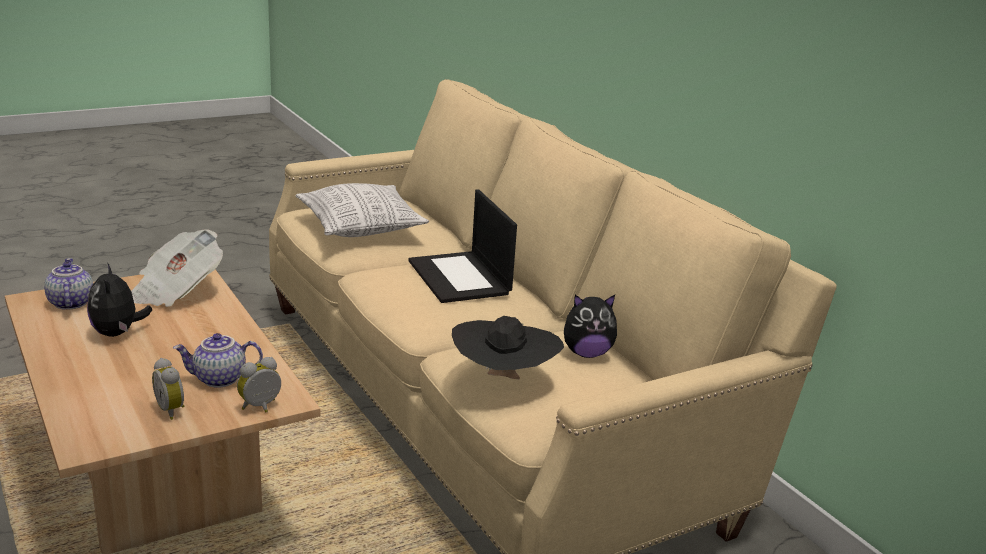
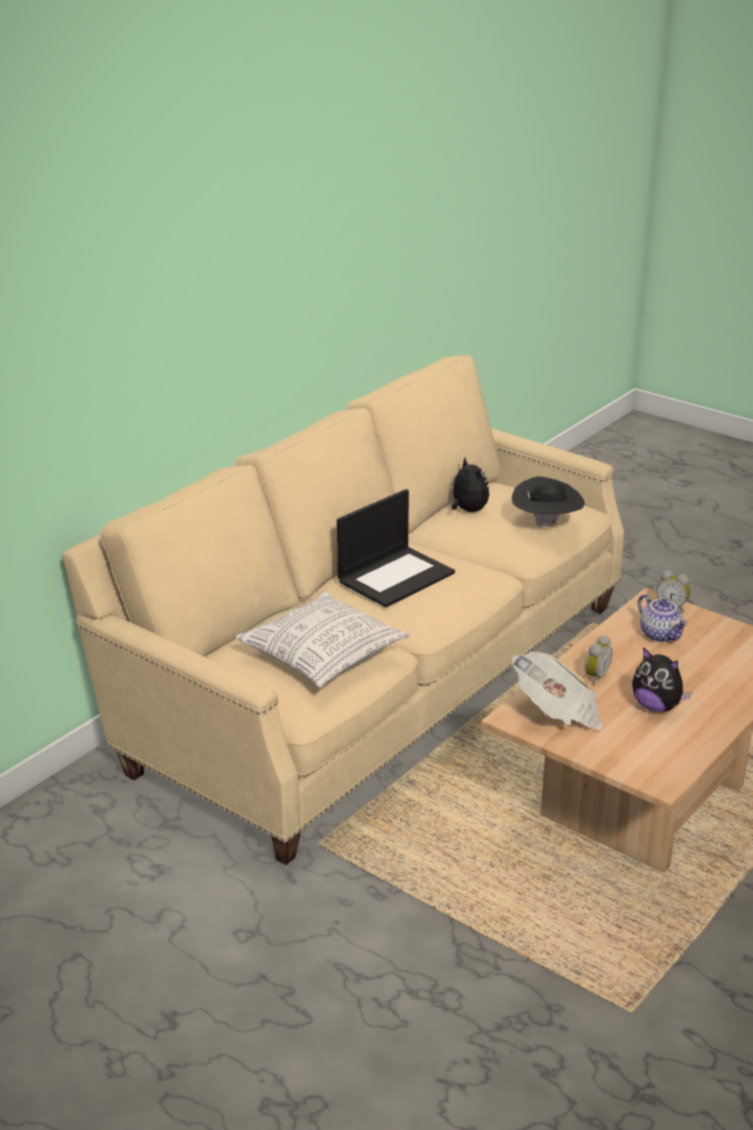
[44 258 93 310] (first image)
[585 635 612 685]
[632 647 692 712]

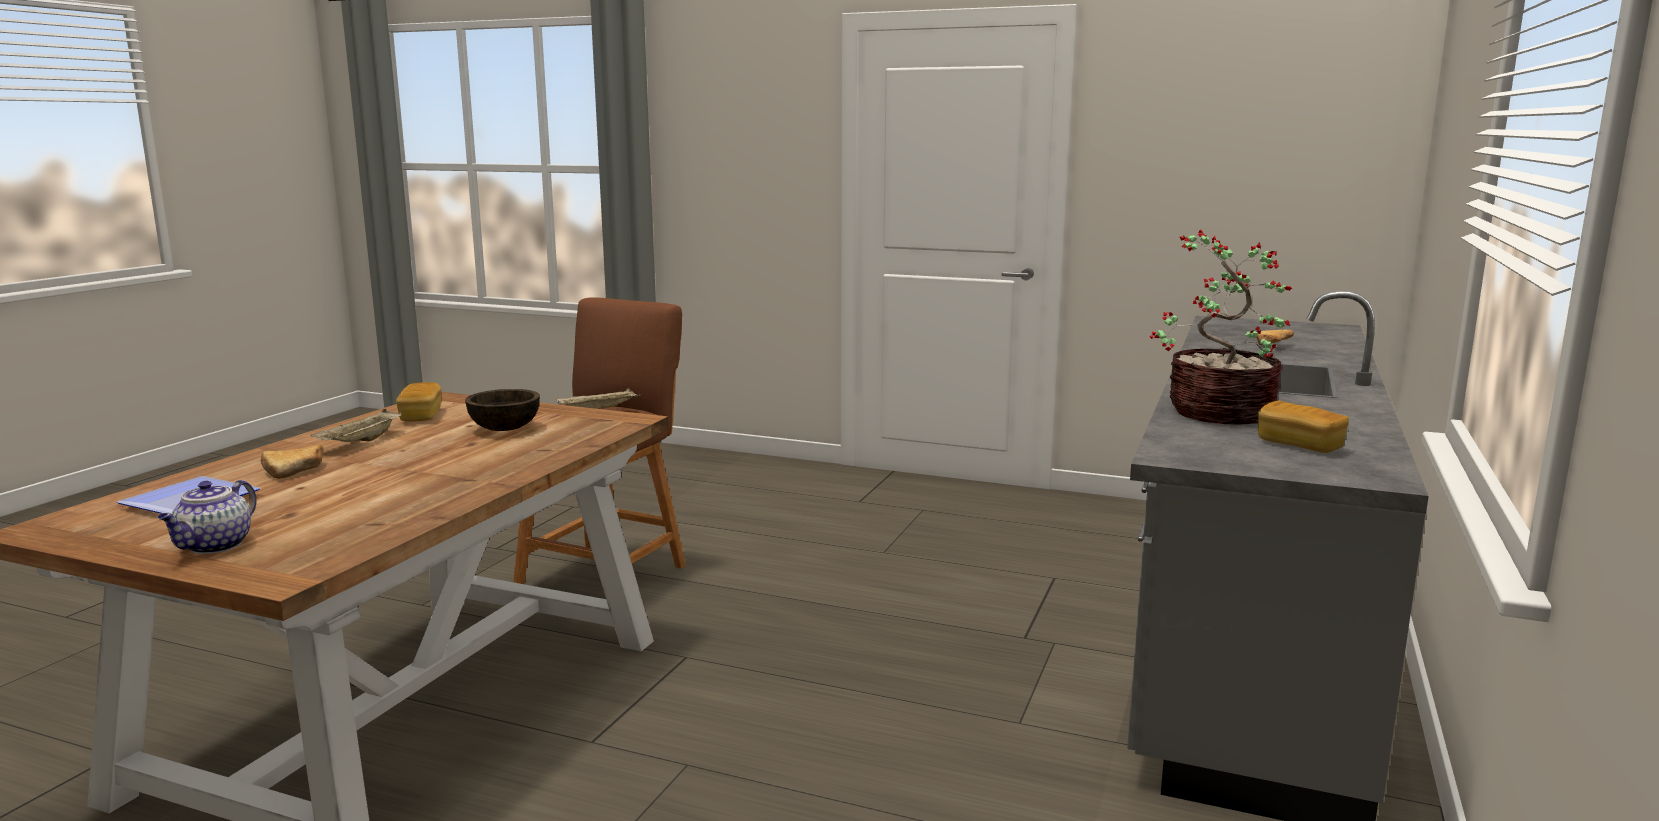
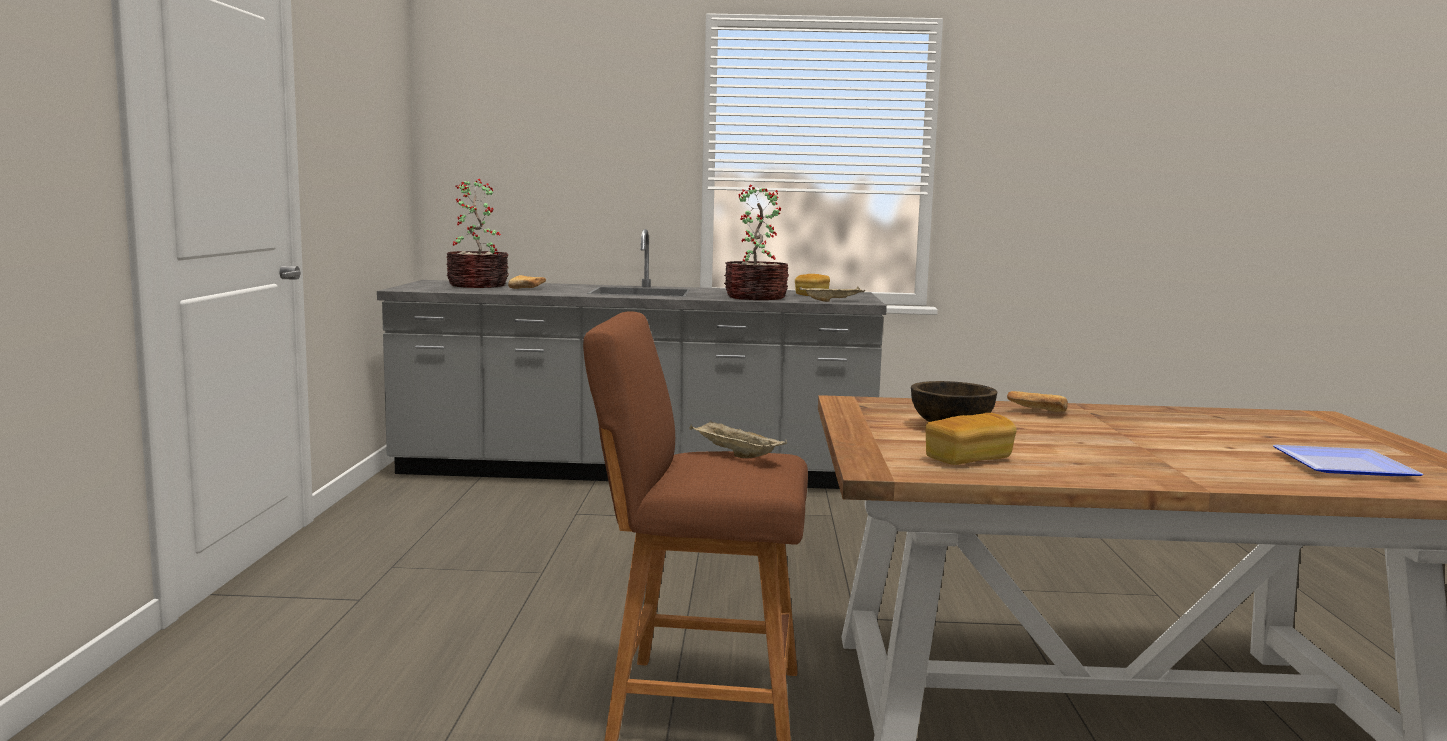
[158 480 257 554] (first image)
[446 179 509 288]
[1007 391 1068 412]
[799 287 865 302]

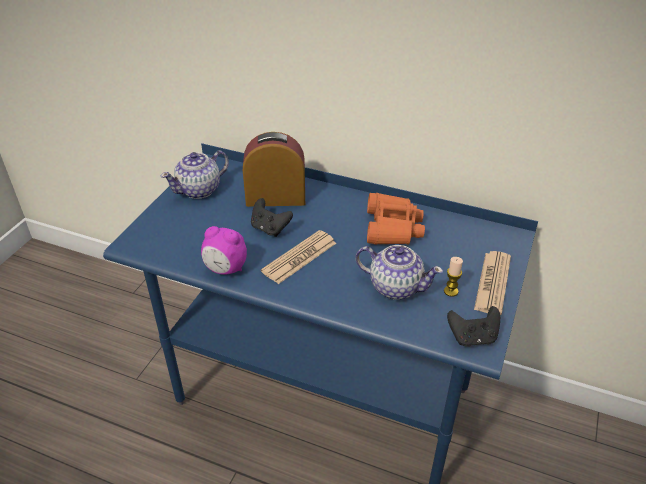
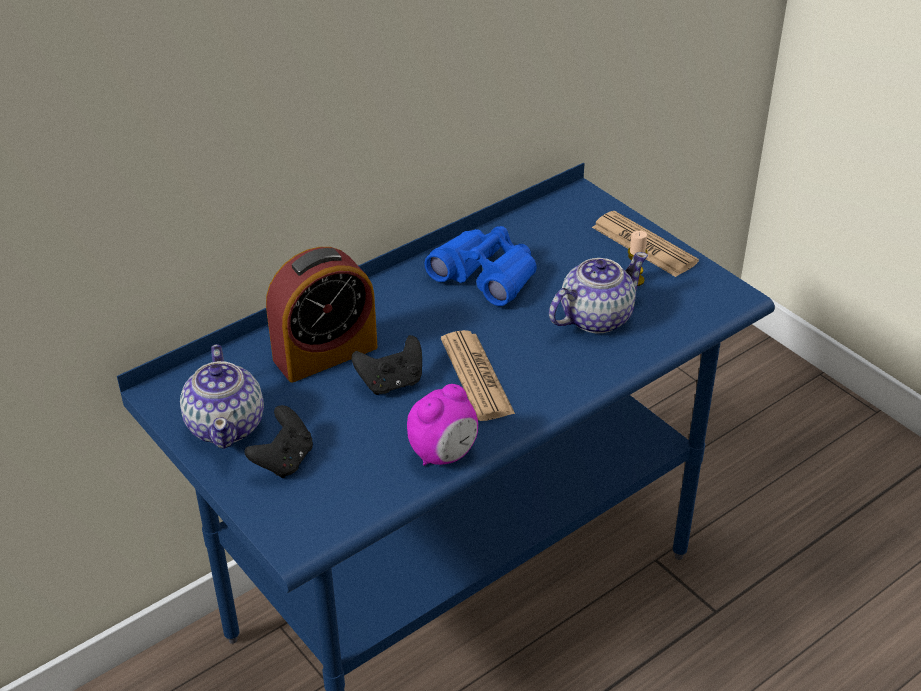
[245 405 313 478]
[424 226 537 306]
[266 247 378 383]

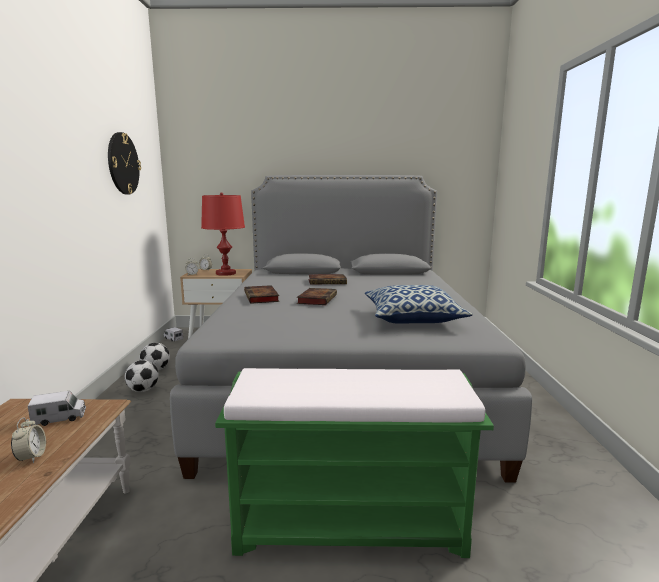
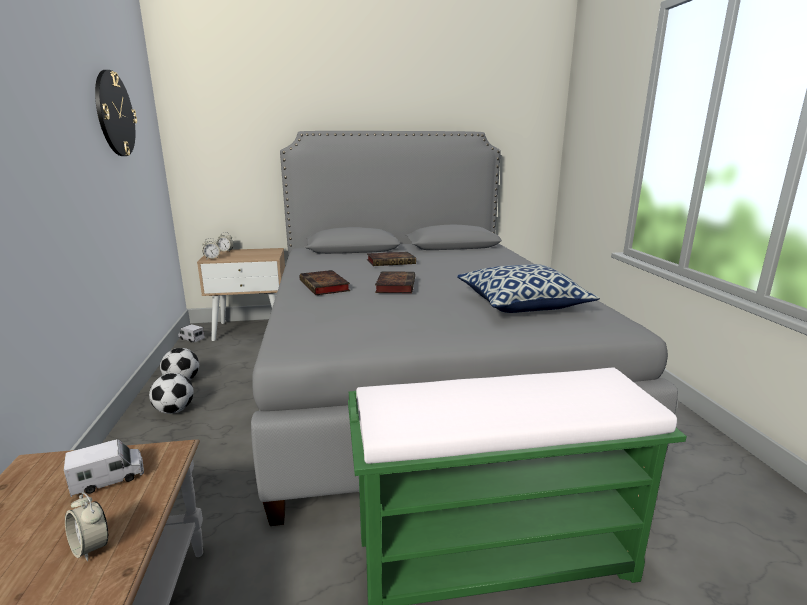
[201 192 245 276] (first image)
[65 492 108 561]

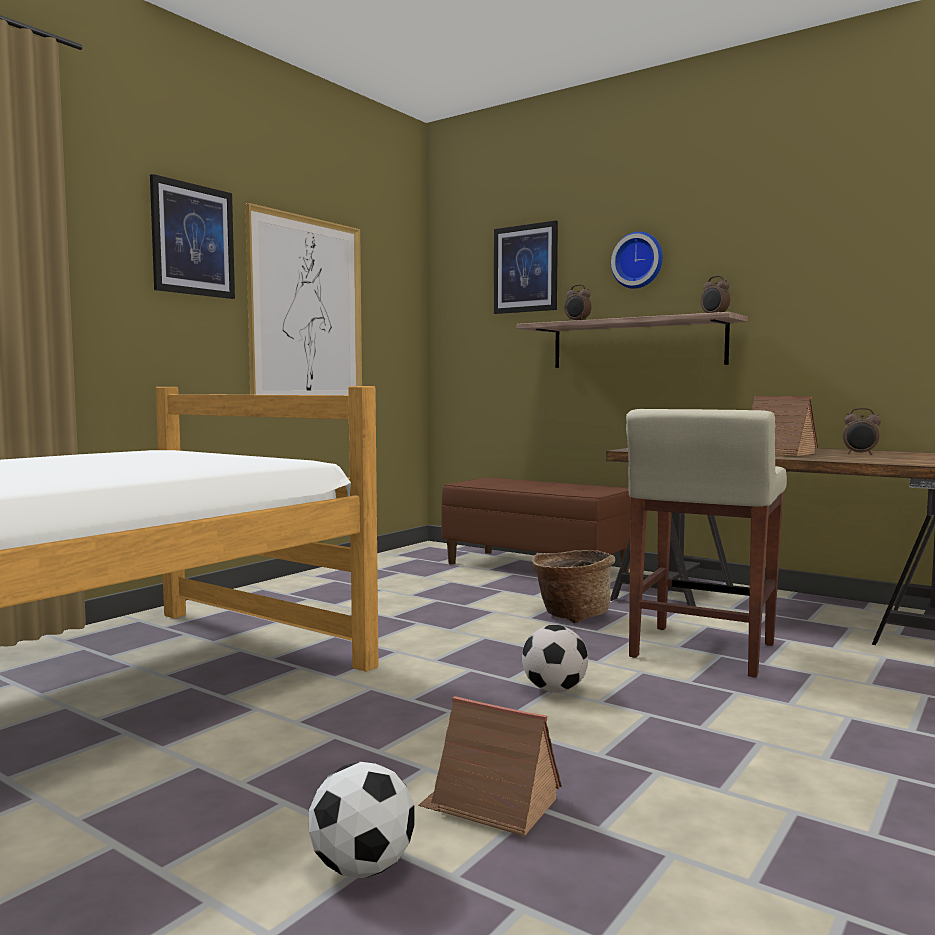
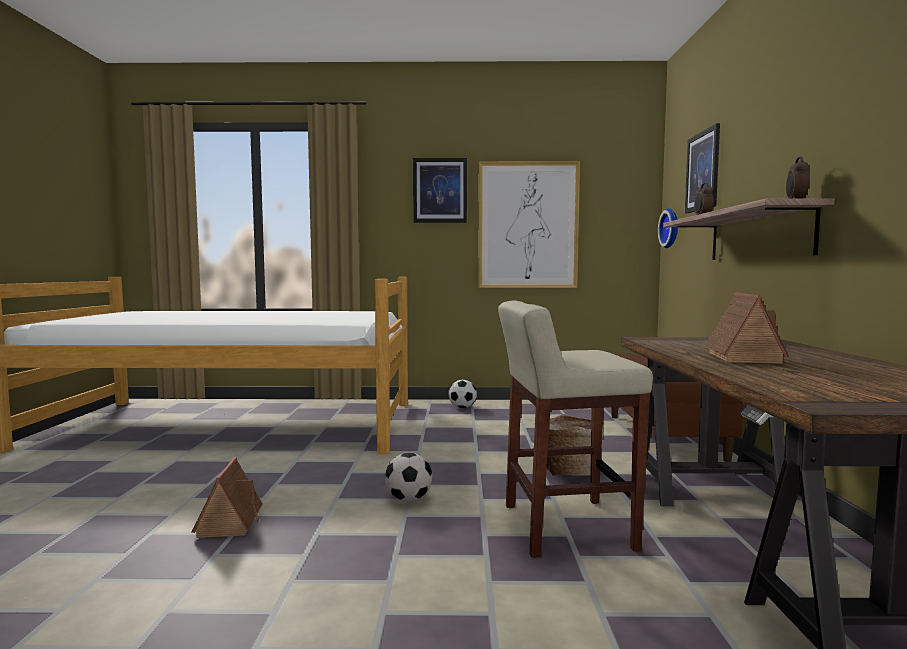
[842 408 881 455] (first image)
[449 379 477 408]
[658 208 678 248]

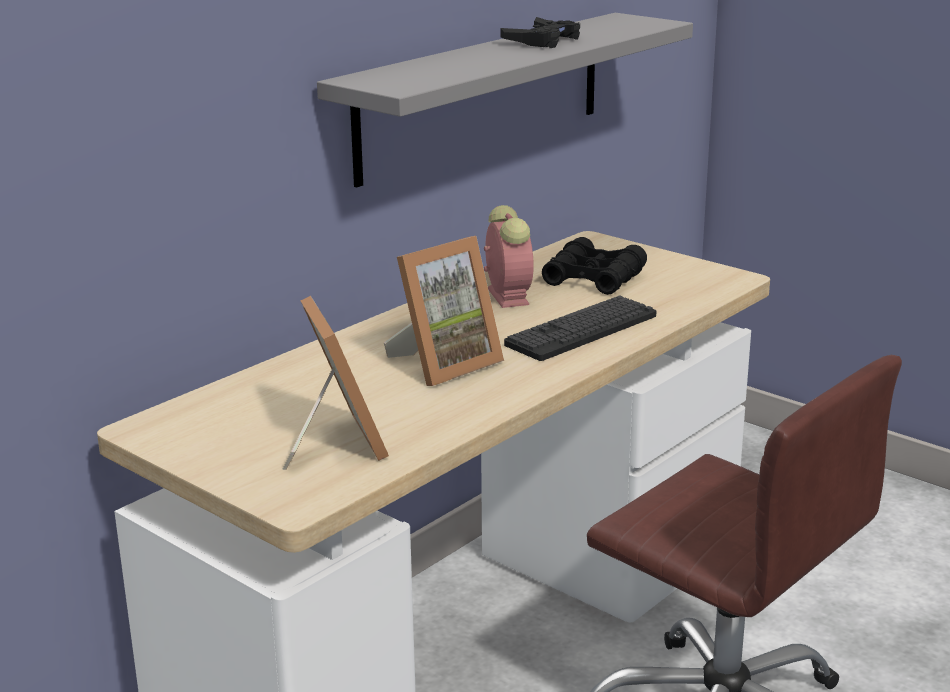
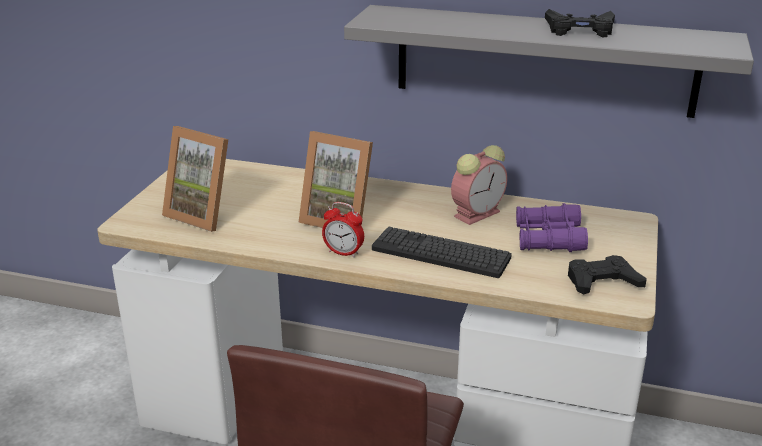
[322 202 364 258]
[568 255 647 295]
[516 203 588 252]
[162 126 228 232]

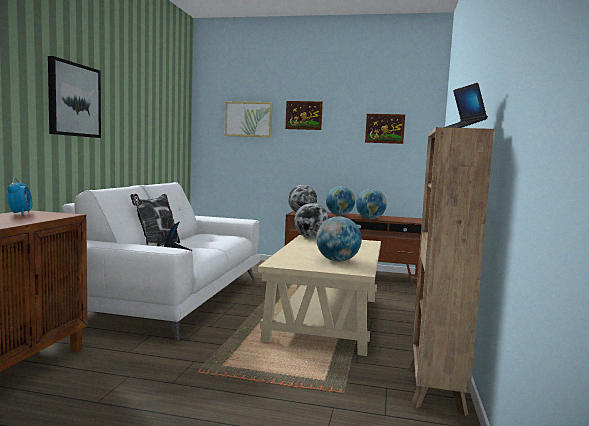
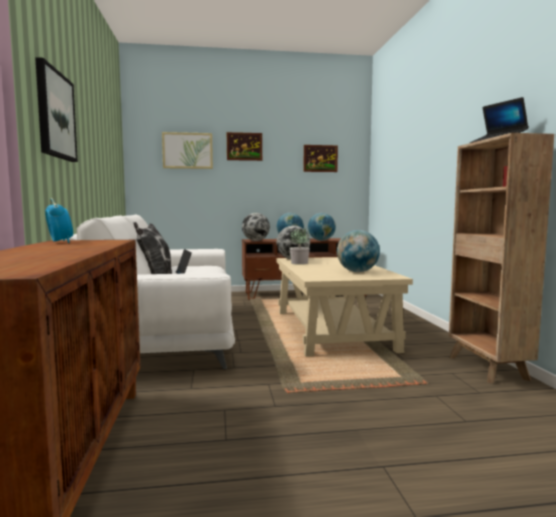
[290 227 310 265]

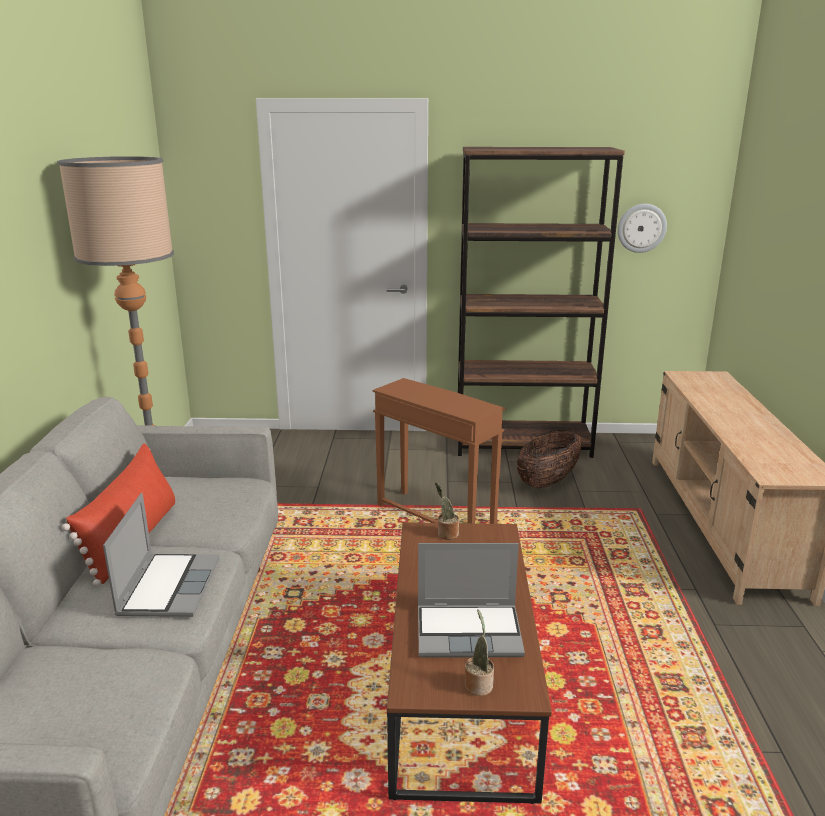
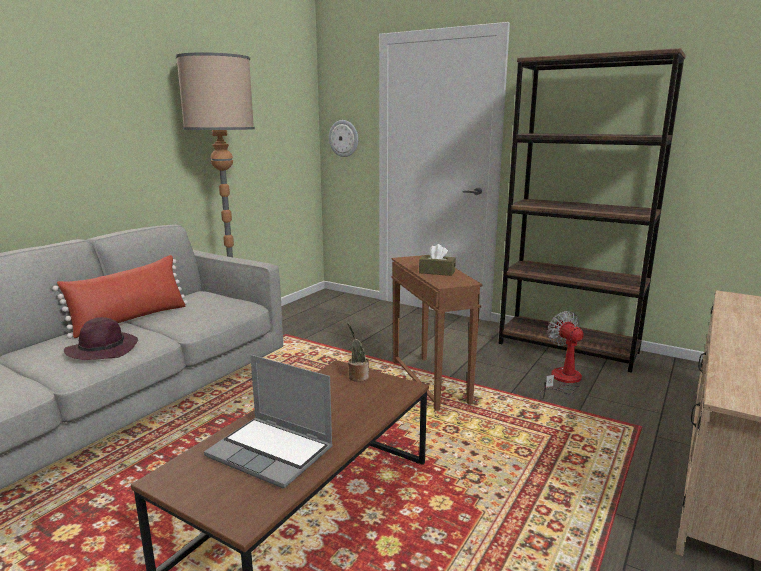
[465 609 494 696] (first image)
[419 244 456 276]
[329 120 358 157]
[64 317 138 360]
[540 311 584 399]

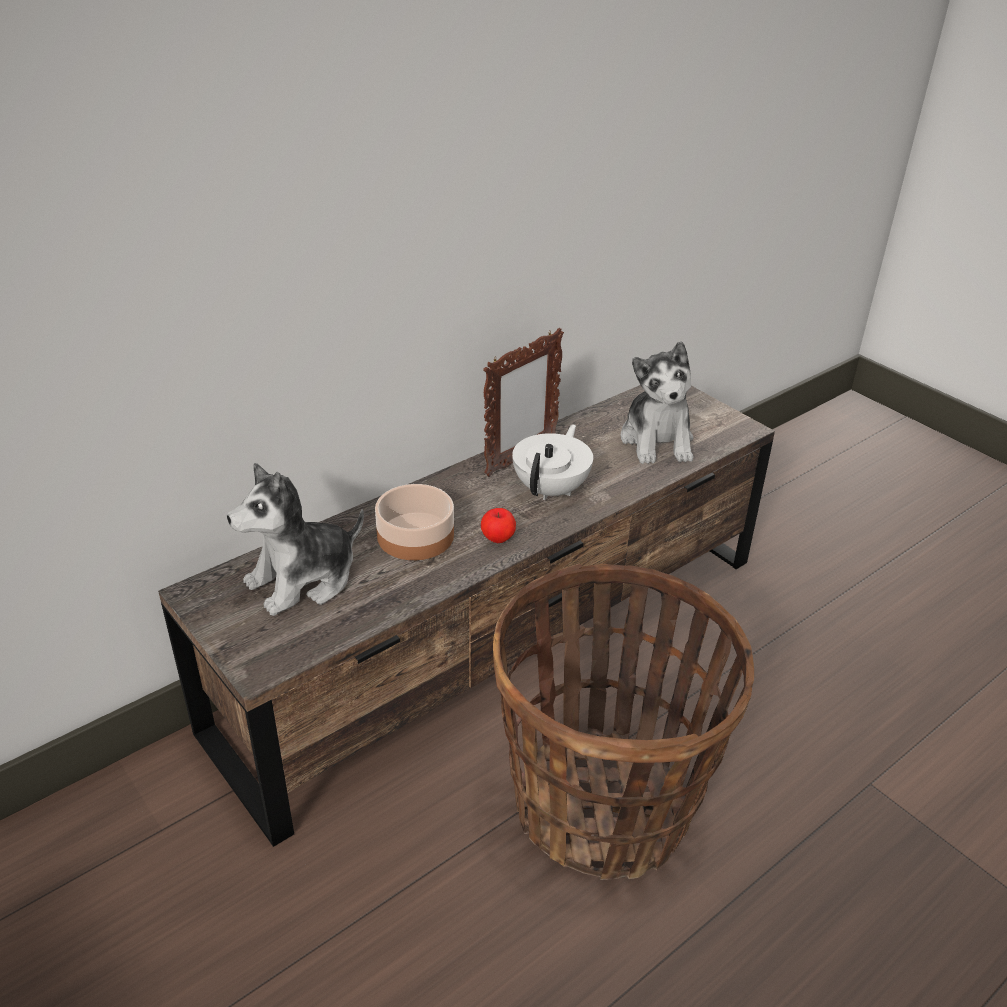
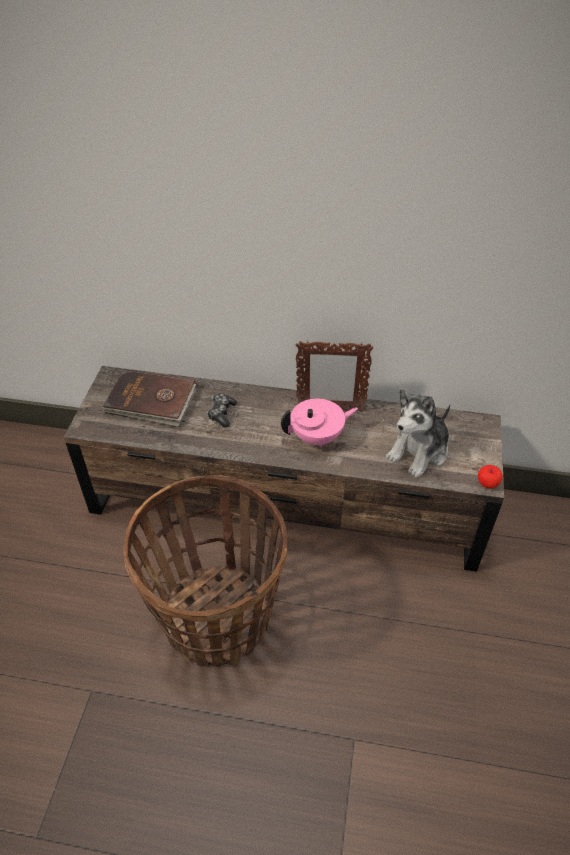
[478 465 503 488]
[103 369 196 427]
[207 393 237 427]
[281 399 358 448]

